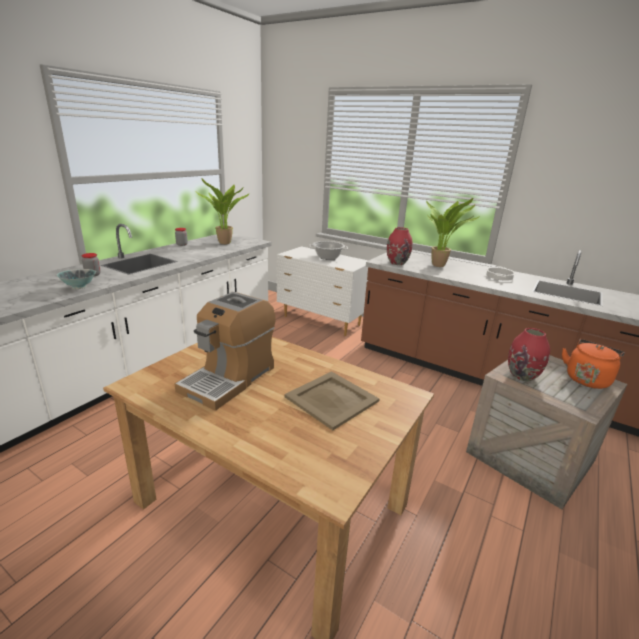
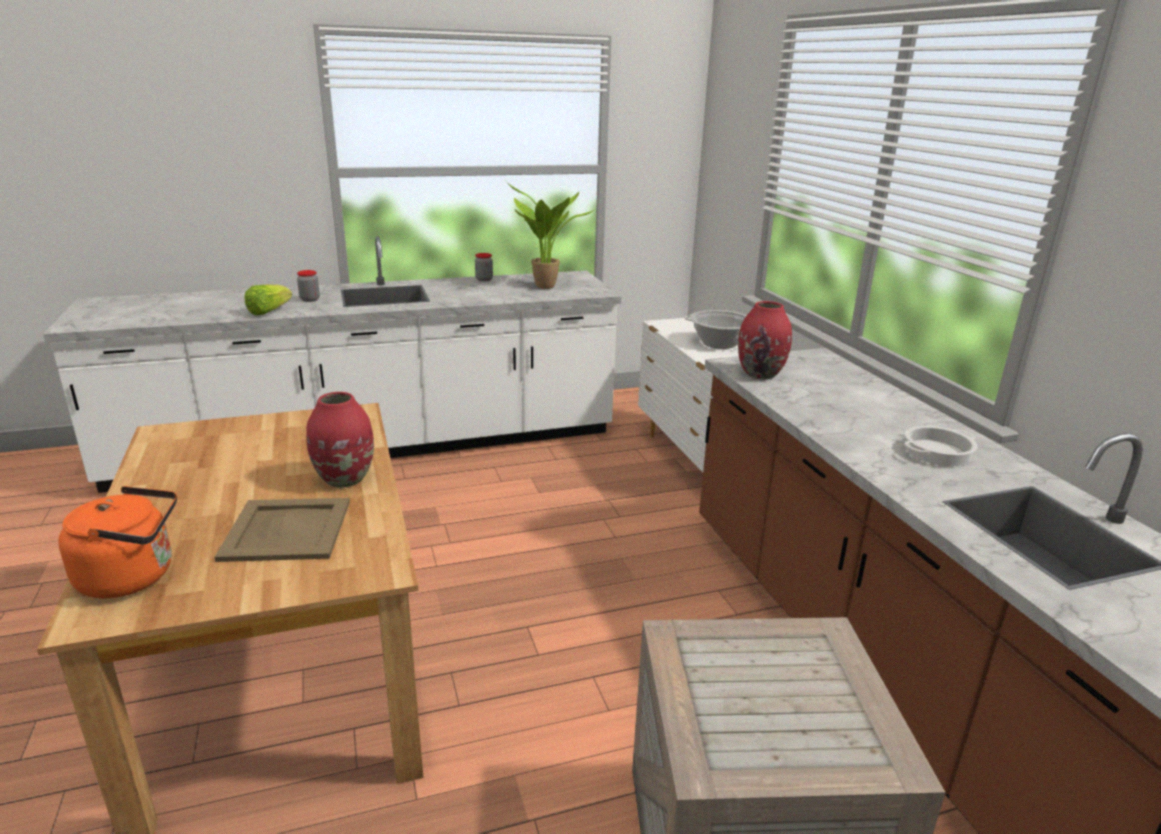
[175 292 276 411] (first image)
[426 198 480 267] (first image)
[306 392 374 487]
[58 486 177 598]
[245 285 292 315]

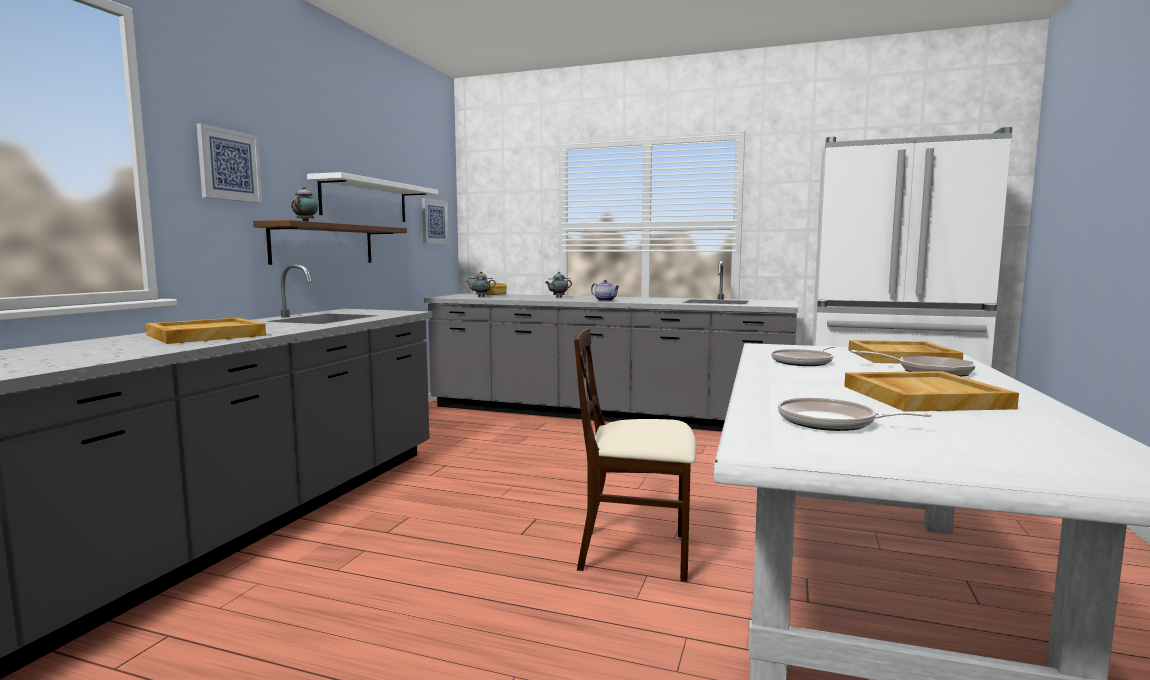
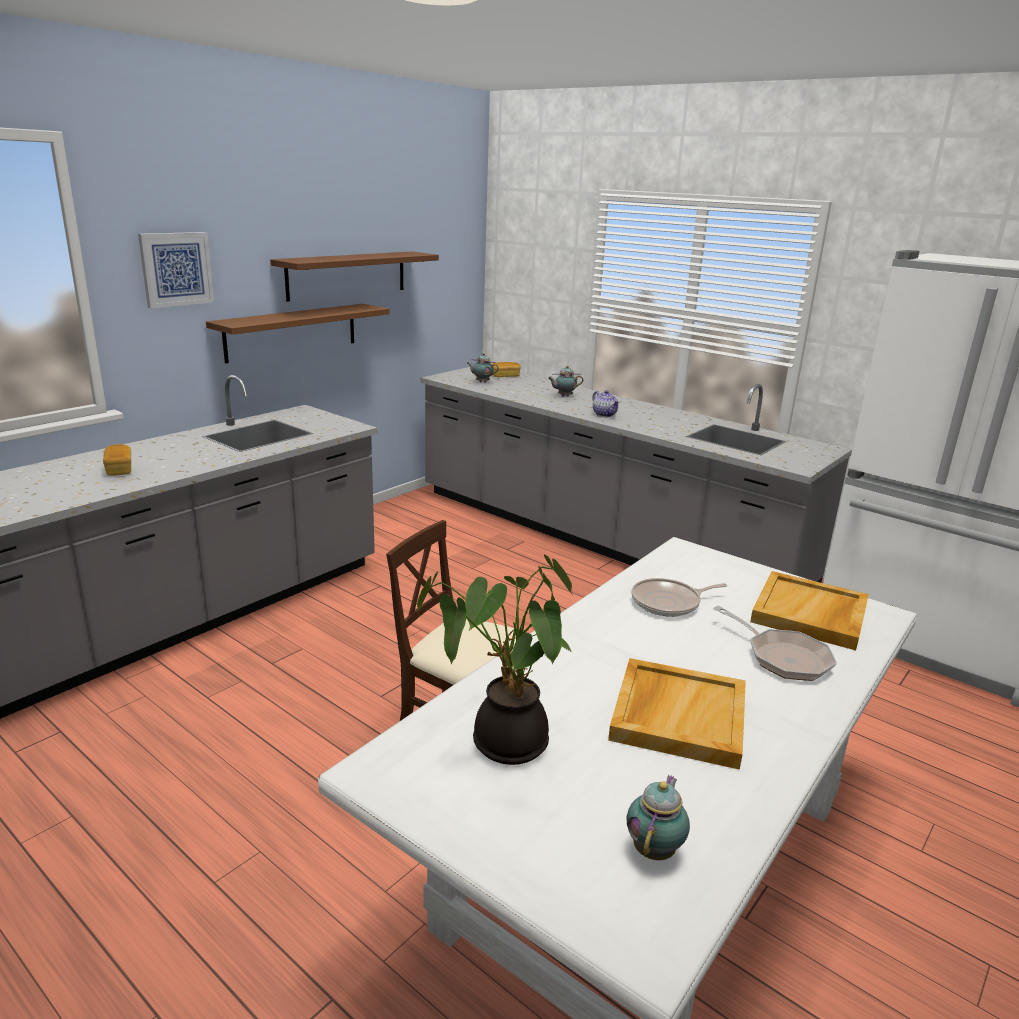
[422 198 449 244] (first image)
[627 775 690 860]
[103 444 131 476]
[417 554 573 765]
[270 251 439 302]

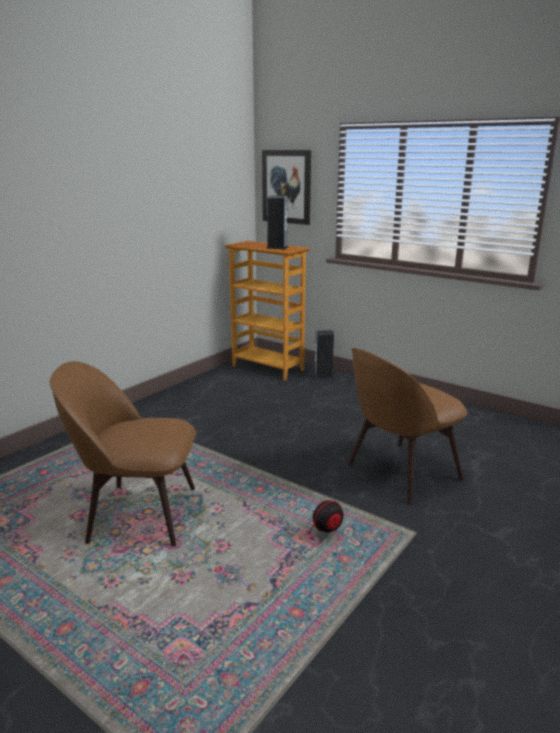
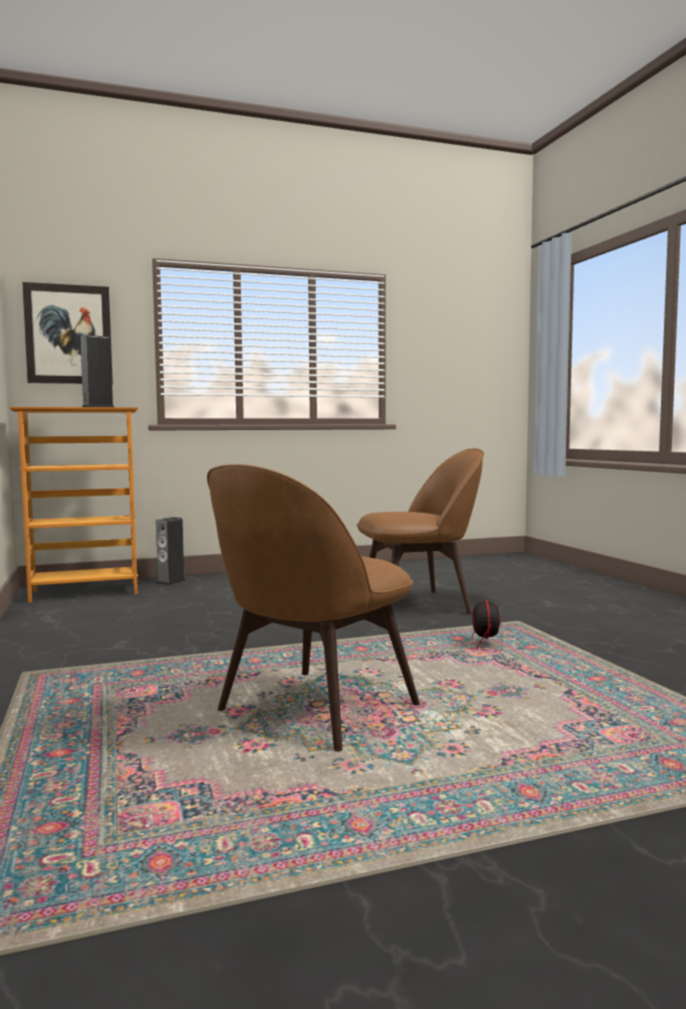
[356 448 484 614]

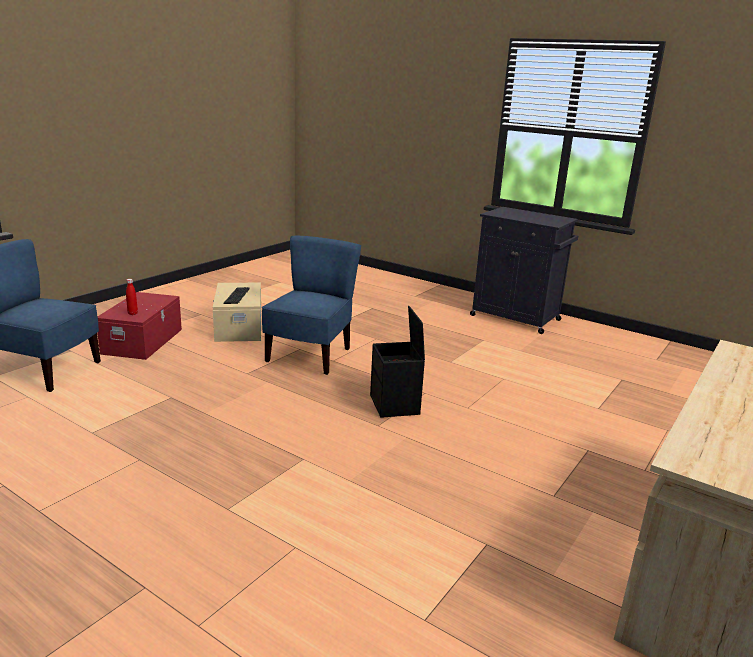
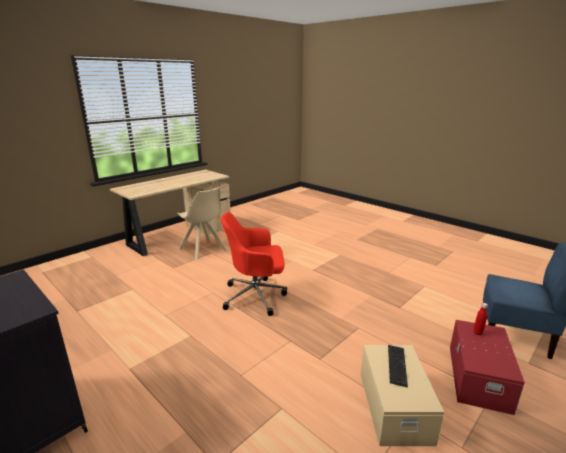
[262 236 361 375] (first image)
[177 187 227 260]
[221 212 287 316]

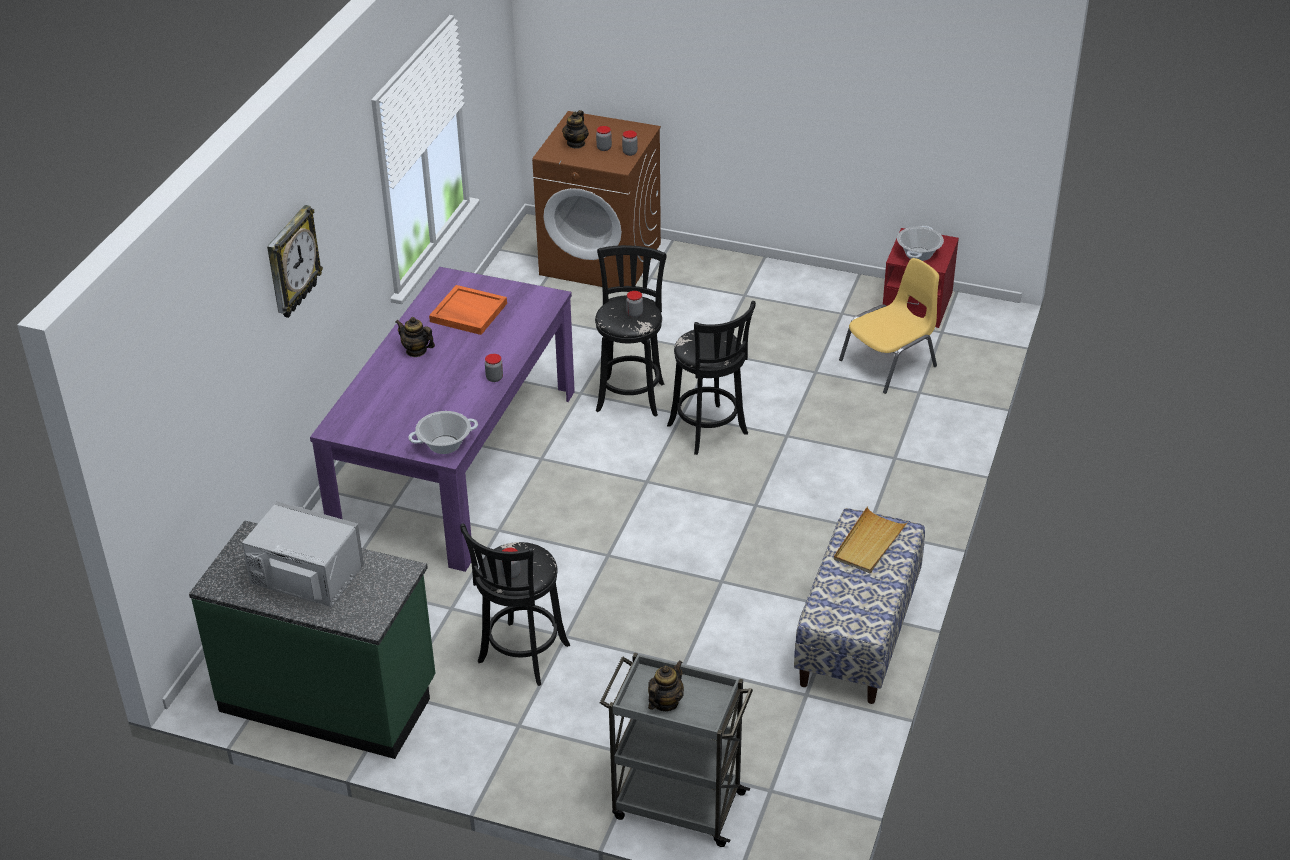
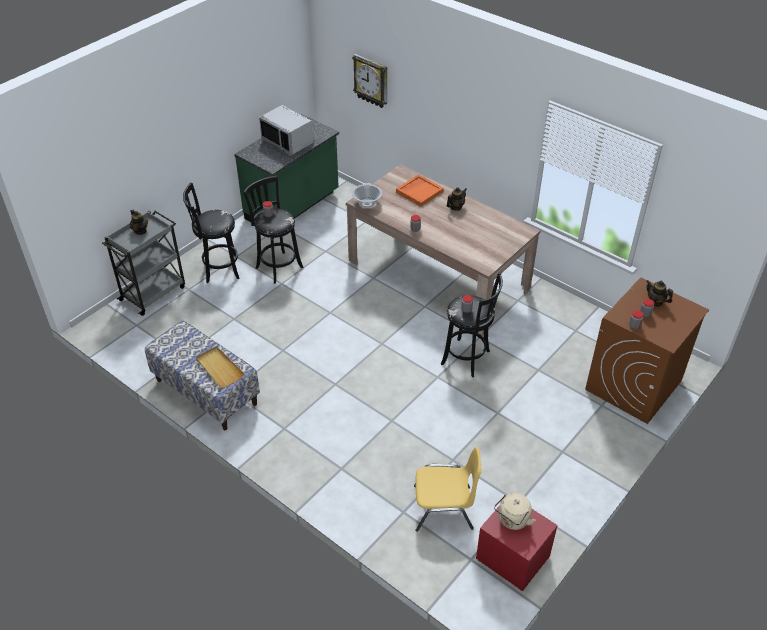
[352 54 387 108]
[396 174 444 207]
[183 182 240 283]
[494 493 536 530]
[346 164 541 334]
[259 105 313 155]
[414 447 481 532]

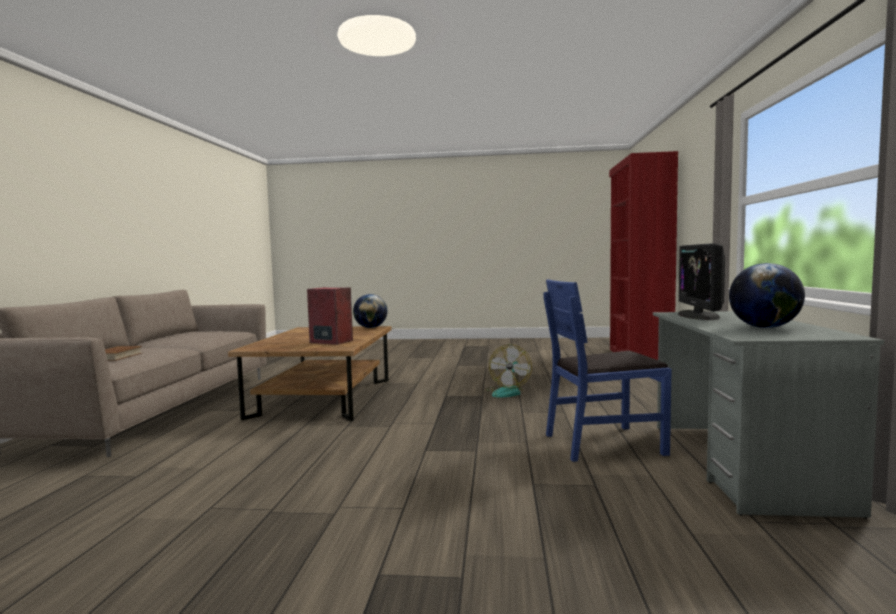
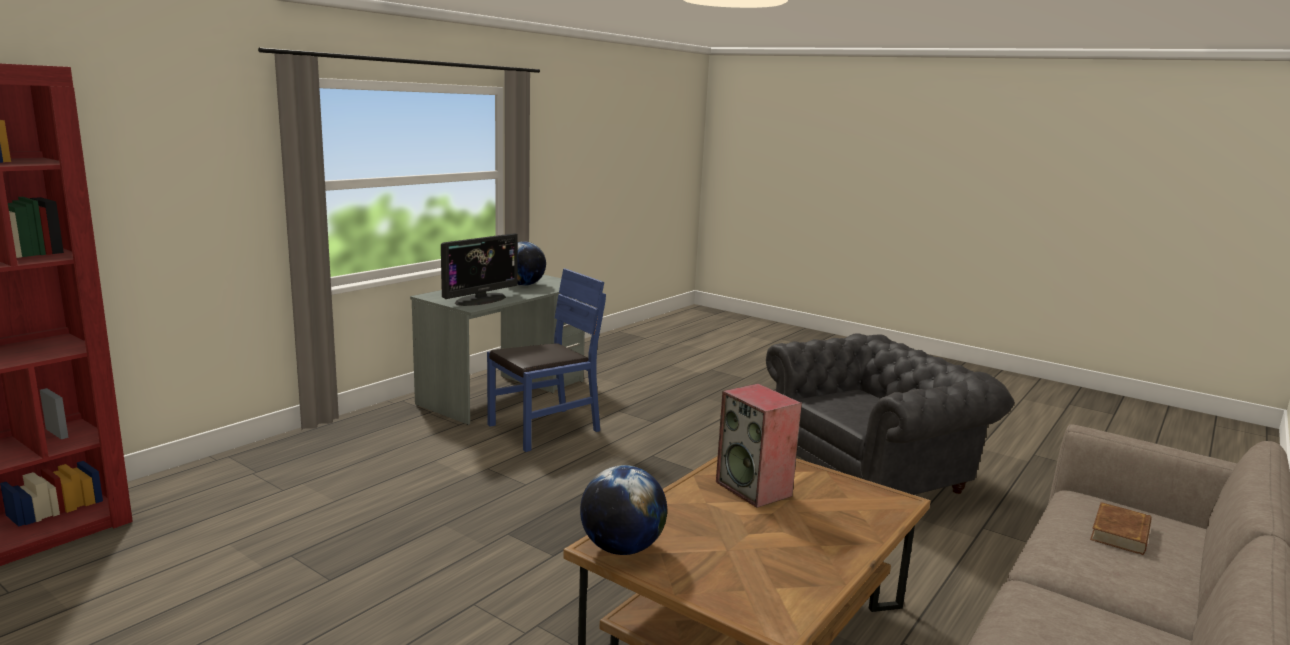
[485 345 532 398] (first image)
[766 334 1015 495]
[487 268 606 452]

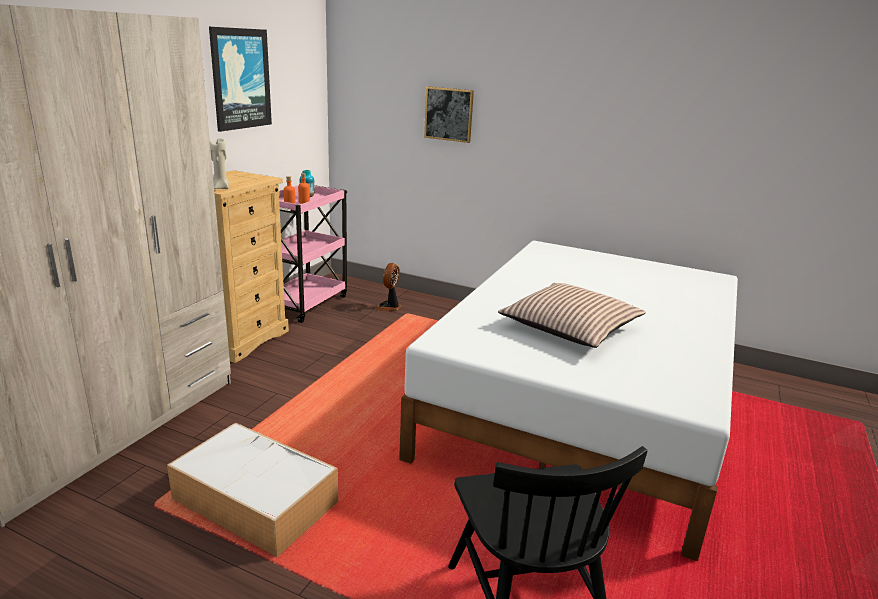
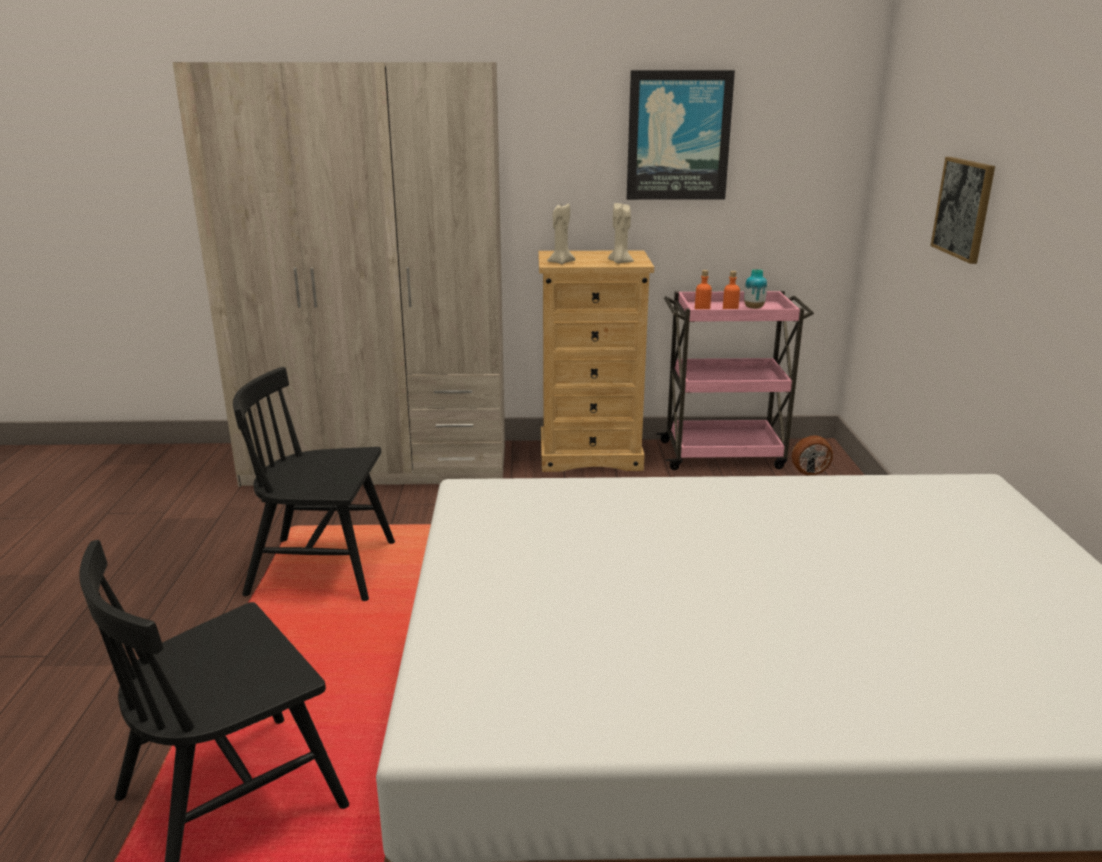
[498 283 646 348] (first image)
[608 202 634 263]
[233 367 395 601]

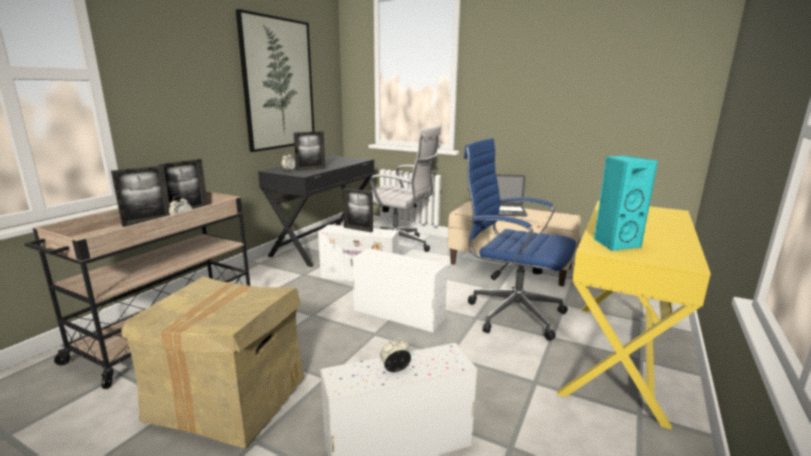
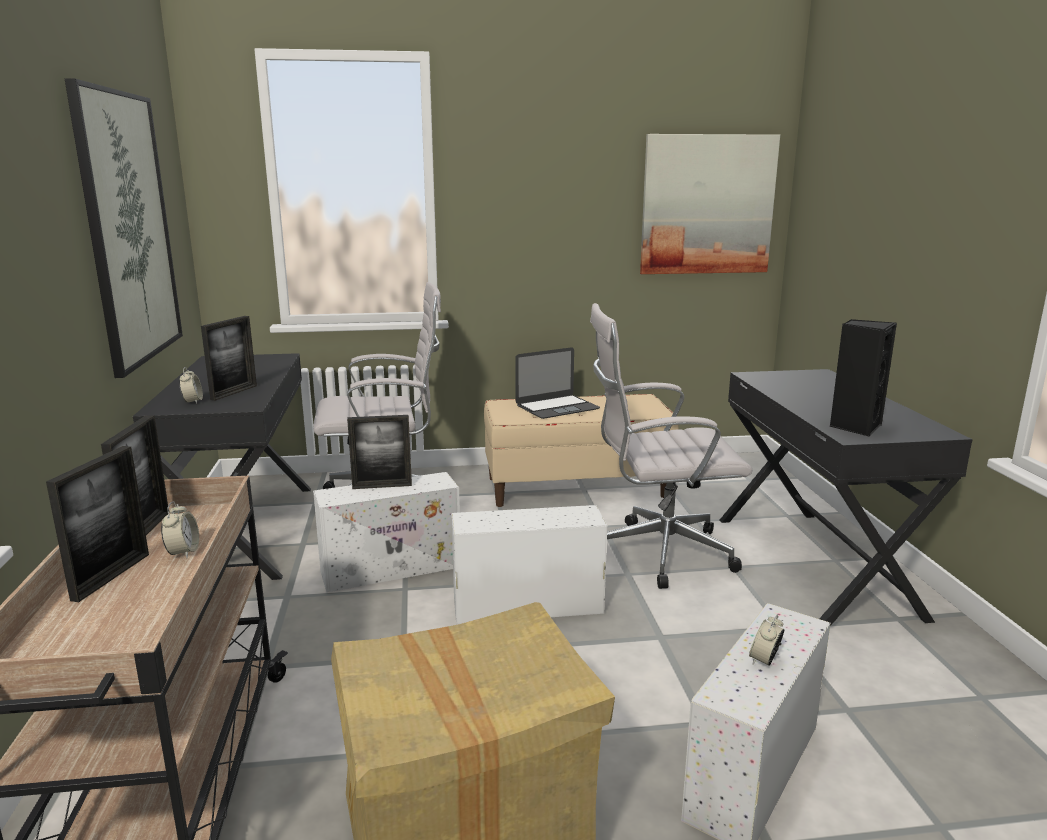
[640 134 780 274]
[590 303 752 589]
[720 369 973 626]
[830 319 897 437]

